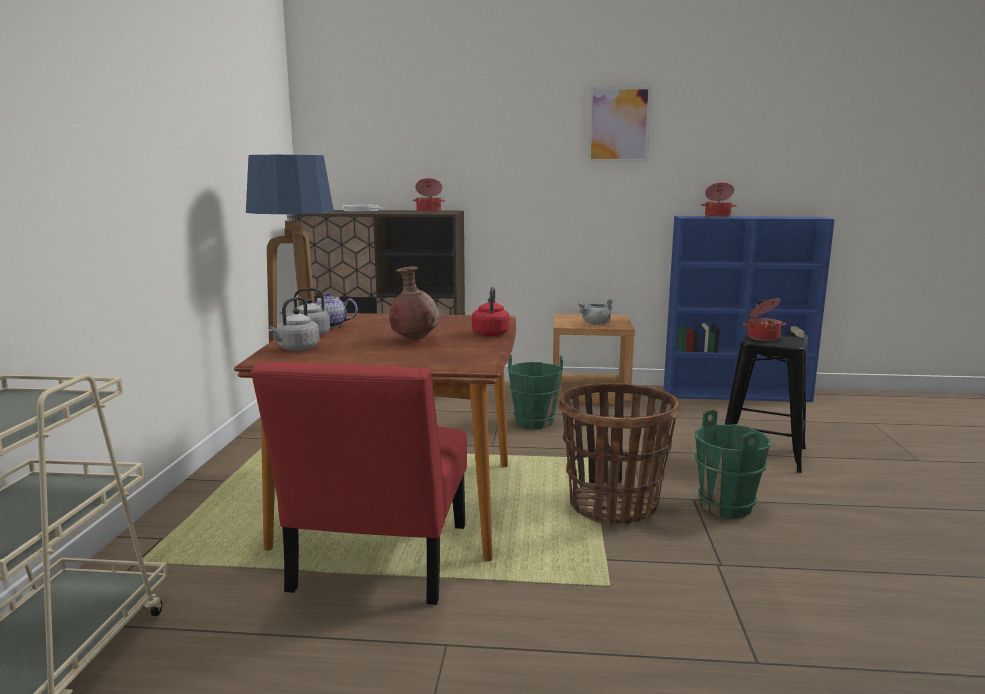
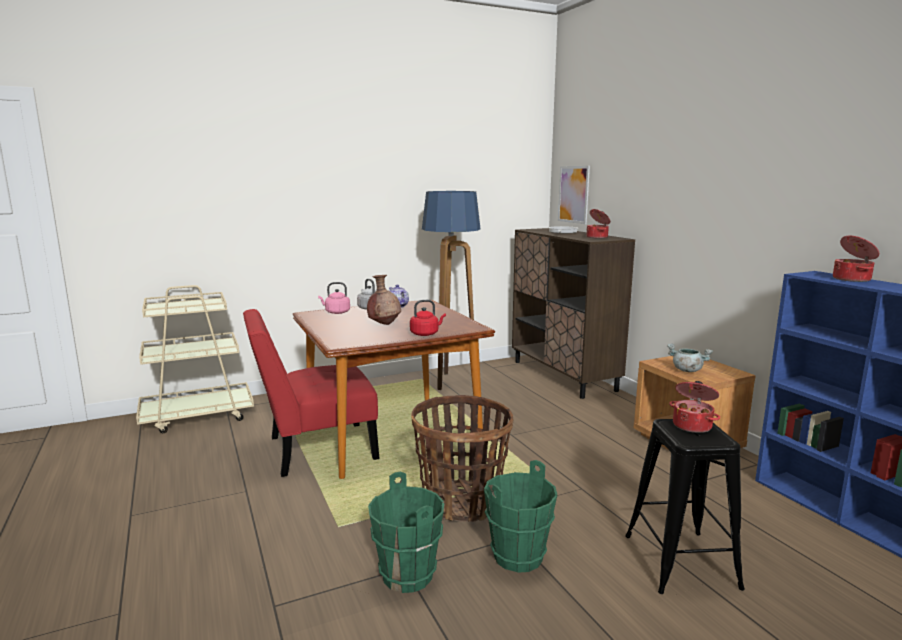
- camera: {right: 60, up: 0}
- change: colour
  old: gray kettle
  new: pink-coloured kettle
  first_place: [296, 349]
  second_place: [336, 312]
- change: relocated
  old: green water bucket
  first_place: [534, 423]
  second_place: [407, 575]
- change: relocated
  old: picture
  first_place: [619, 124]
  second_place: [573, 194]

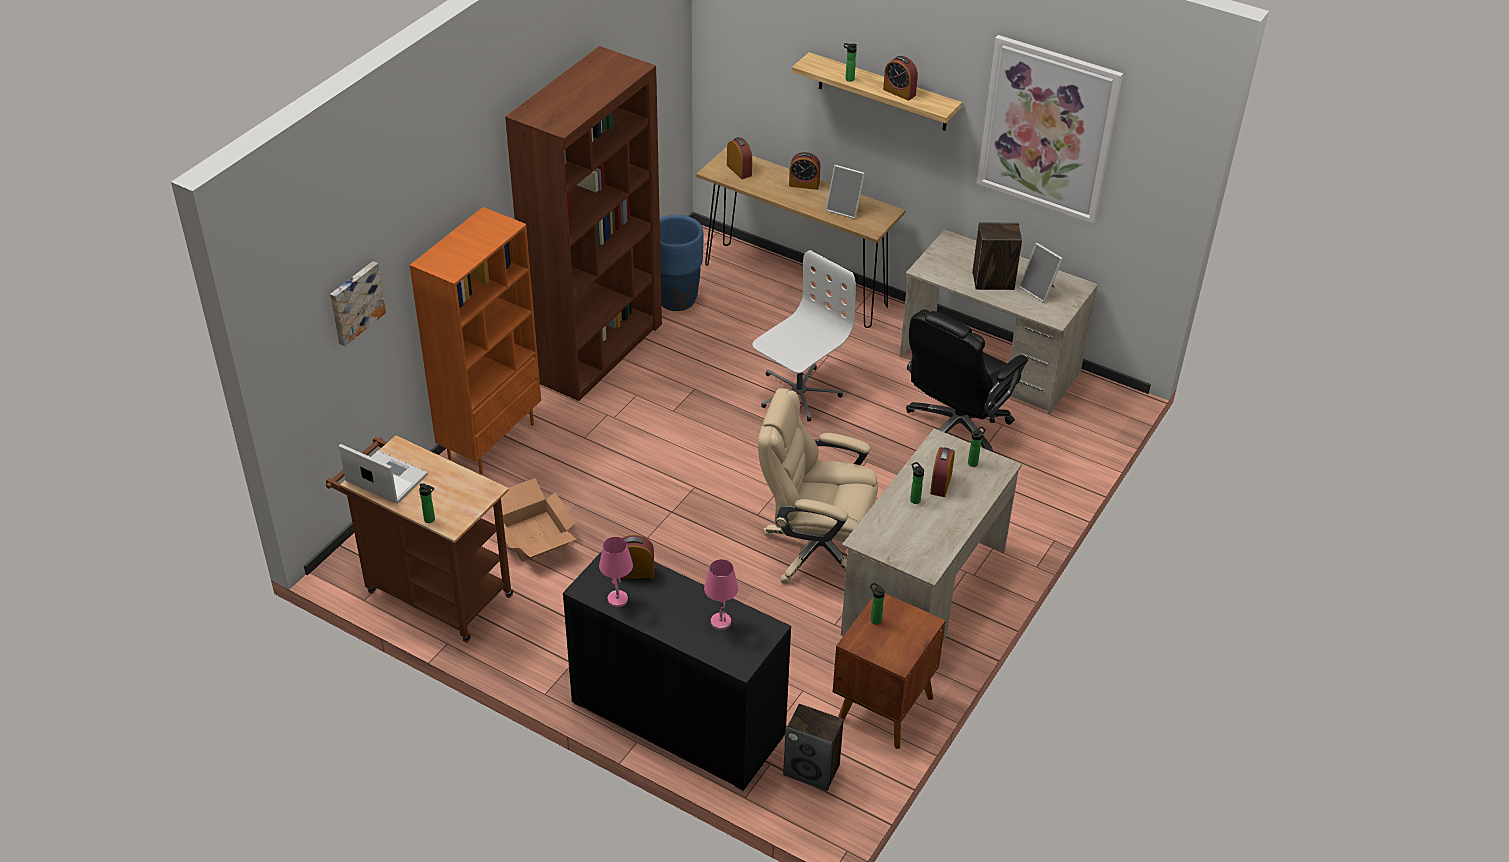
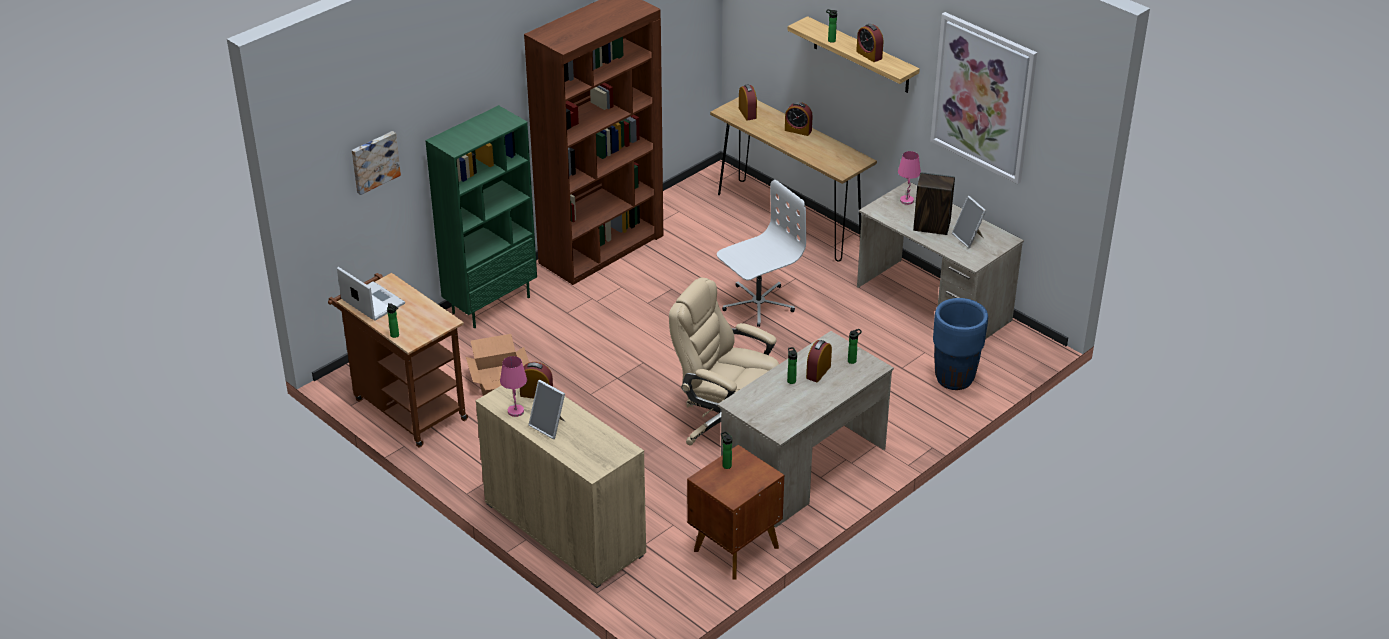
- camera: {right: 15, up: -5}
- change: colour
  old: orange bookshelf
  new: green bookshelf
  first_place: [490, 440]
  second_place: [491, 304]
- change: colour
  old: blackish cupboard
  new: beige cupboard
  first_place: [678, 719]
  second_place: [564, 529]
- change: relocated
  old: blue plant pot
  first_place: [676, 300]
  second_place: [954, 379]
- change: relocated
  old: pink-coloured lamp for a table
  first_place: [721, 622]
  second_place: [907, 201]
- change: missing
  old: speaker
  first_place: [812, 770]
- change: relocated
  old: photo frame
  first_place: [845, 209]
  second_place: [549, 426]
- change: missing
  old: blackish office chair
  first_place: [956, 429]

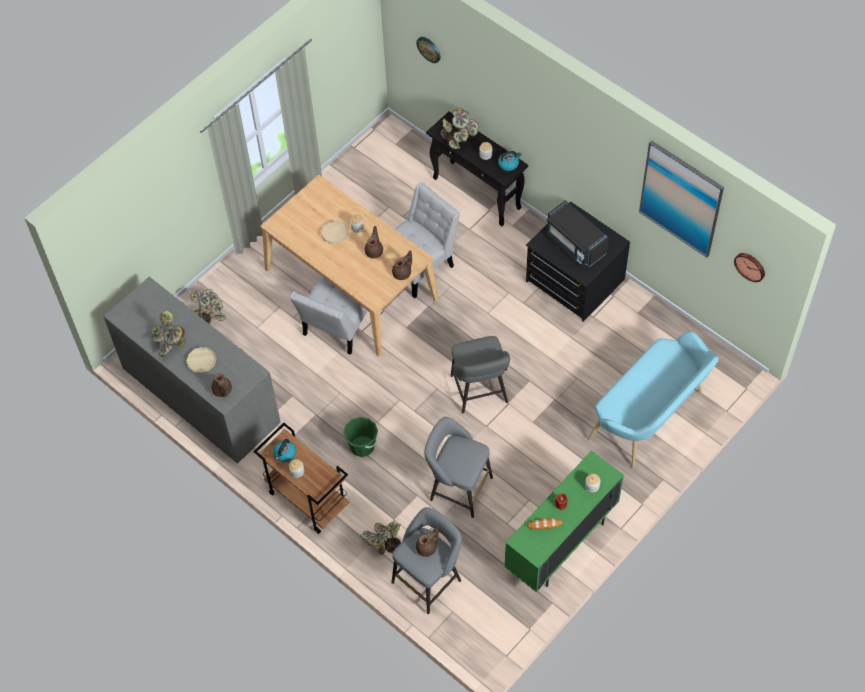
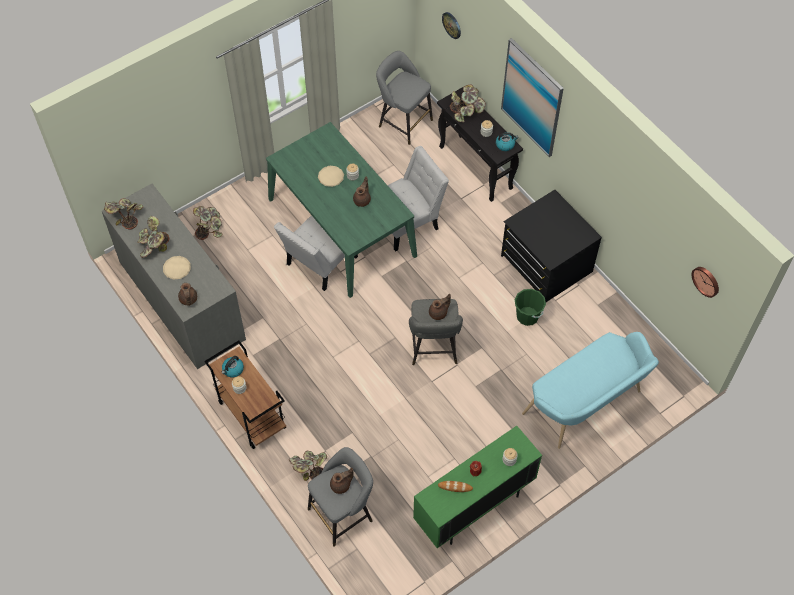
- camera: {right: 10, up: 0}
- change: colour
  old: beige kitchen table
  new: green kitchen table
  first_place: [351, 284]
  second_place: [341, 227]
- change: relocated
  old: green water bucket
  first_place: [362, 446]
  second_place: [527, 316]
- change: relocated
  old: brown-coloured tea pot
  first_place: [402, 273]
  second_place: [439, 313]
- change: relocated
  old: gray sitting stool
  first_place: [457, 487]
  second_place: [403, 122]
- change: missing
  old: blackish microwave
  first_place: [575, 244]
- change: relocated
  old: picture
  first_place: [680, 198]
  second_place: [532, 98]
- change: appeared
  new: plant in a pot
  second_place: [125, 216]

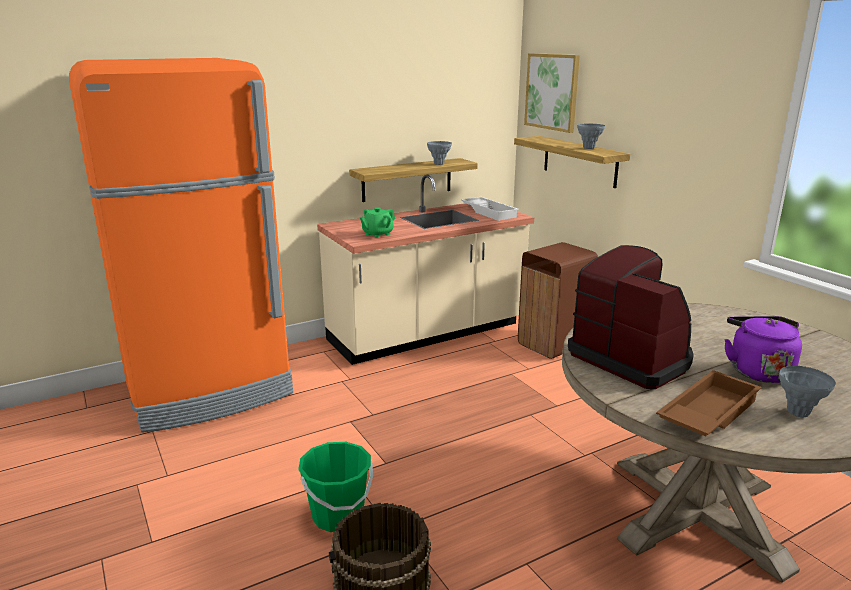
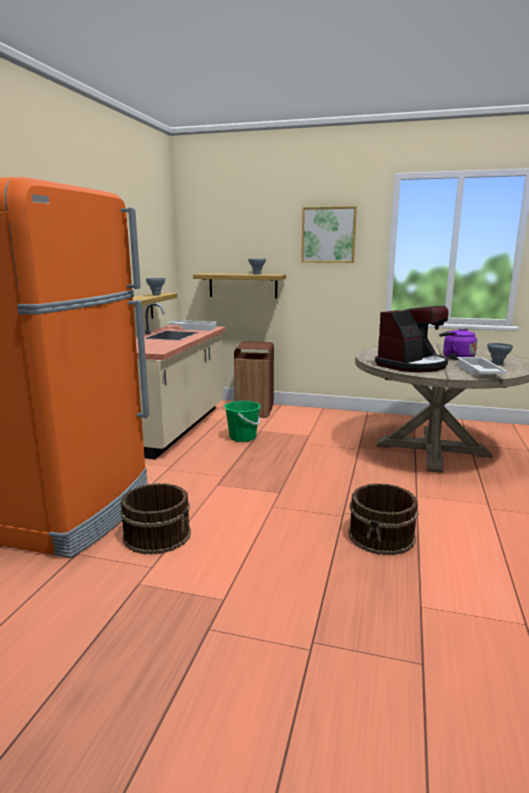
- camera: {right: -45, up: -5}
- change: relocated
  old: green water bucket
  first_place: [338, 516]
  second_place: [243, 437]
- change: missing
  old: green tea pot
  first_place: [377, 234]
- change: relocated
  old: picture
  first_place: [552, 92]
  second_place: [328, 235]
- change: spun
  old: coffee machine
  first_place: [631, 358]
  second_place: [412, 365]
  degrees: 135
- change: colour
  old: brown-coloured tray
  new: whitish tray
  first_place: [706, 412]
  second_place: [478, 372]
- change: appeared
  new: brown-coloured water bucket
  second_place: [157, 535]

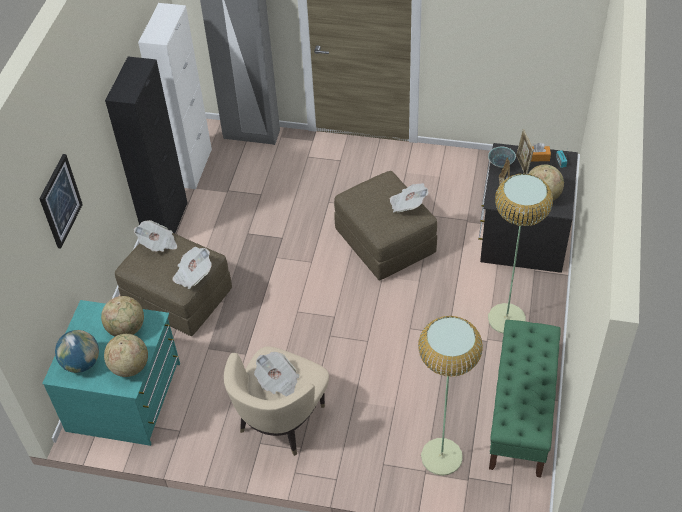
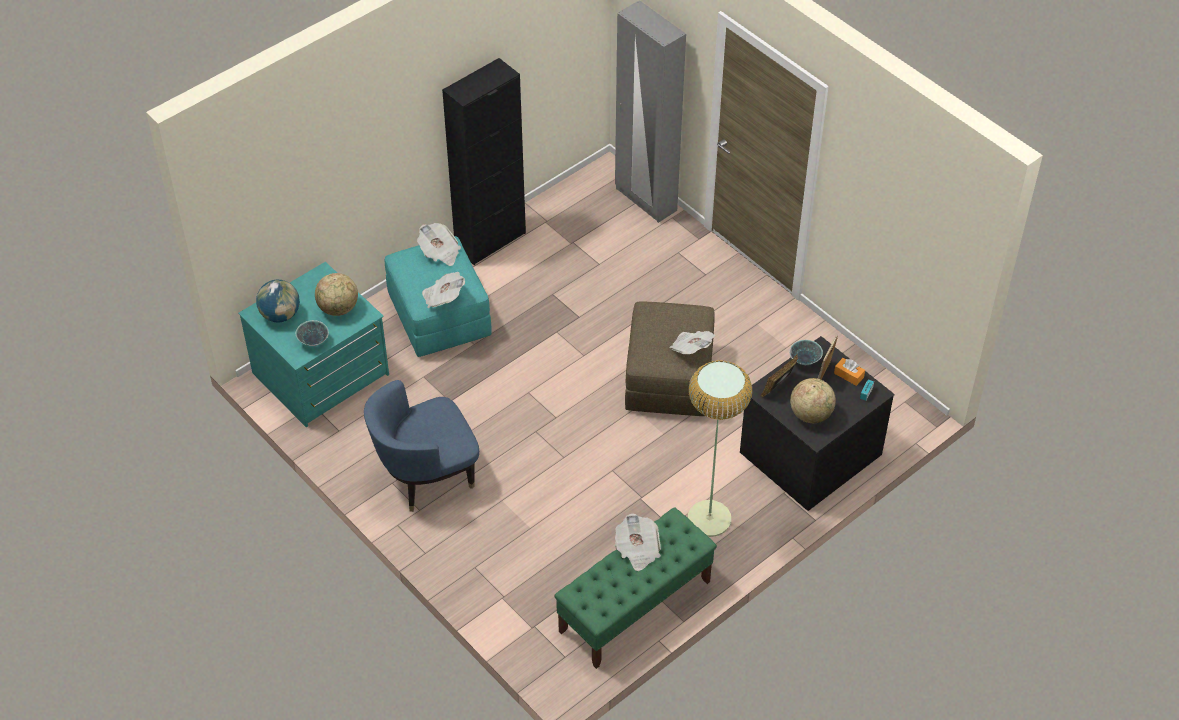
- camera: {right: 35, up: 0}
- change: missing
  old: picture
  first_place: [60, 201]
- change: exchanged
  old: globe
  new: serving bowl
  first_place: [130, 367]
  second_place: [313, 341]
- change: colour
  old: brown-coloured ottoman
  new: turquoise ottoman
  first_place: [178, 297]
  second_place: [439, 316]
- change: missing
  old: whitish cupboard
  first_place: [191, 167]
- change: colour
  old: beige lounge chair
  new: blue lounge chair
  first_place: [281, 420]
  second_place: [426, 476]
- change: relocated
  old: printed paper
  first_place: [278, 381]
  second_place: [637, 550]
- change: missing
  old: floor lamp
  first_place: [441, 457]

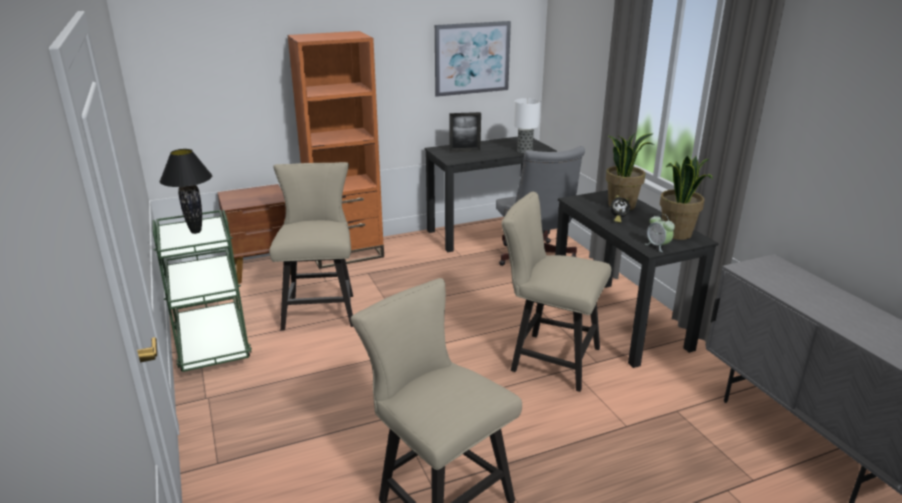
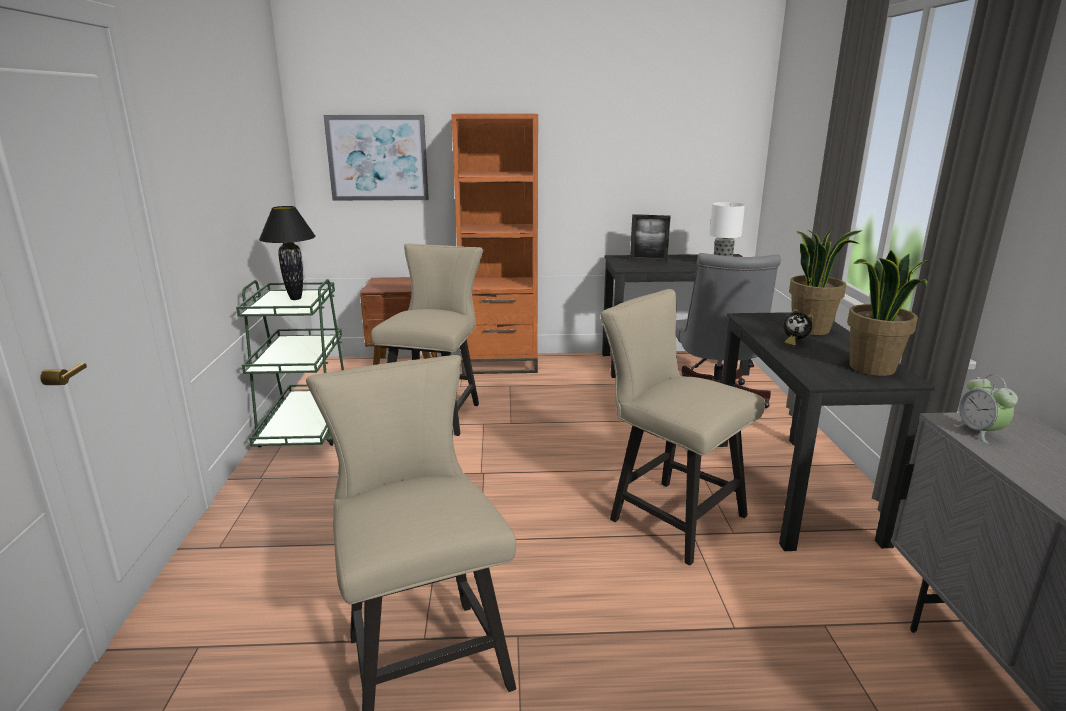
- camera: {right: 20, up: -5}
- change: relocated
  old: picture
  first_place: [472, 58]
  second_place: [377, 158]
- change: relocated
  old: bedside clock
  first_place: [658, 246]
  second_place: [979, 432]

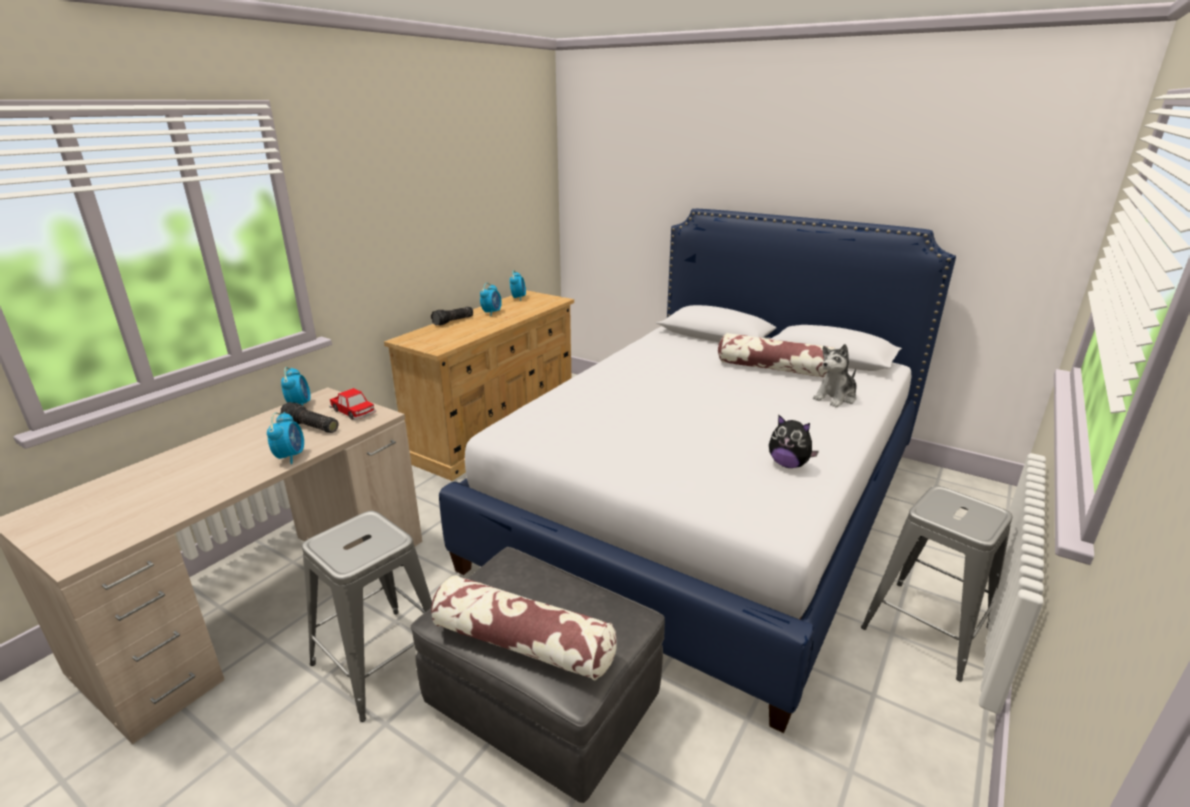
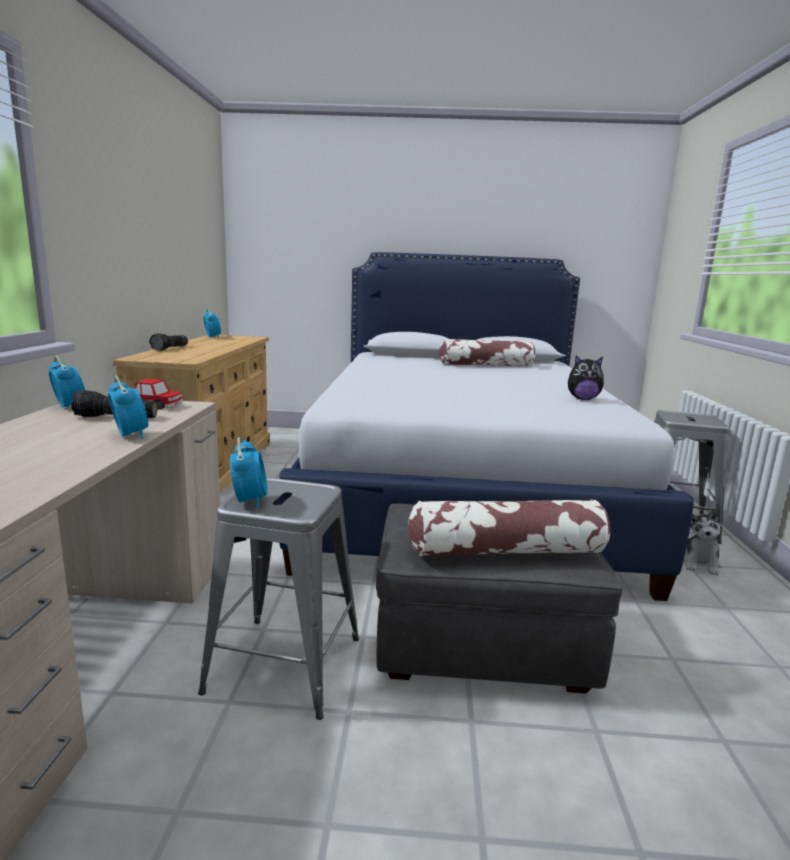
- camera: {right: -30, up: -10}
- change: relocated
  old: bedside clock
  first_place: [492, 313]
  second_place: [250, 501]
- change: relocated
  old: cuddly toy
  first_place: [835, 398]
  second_place: [699, 563]

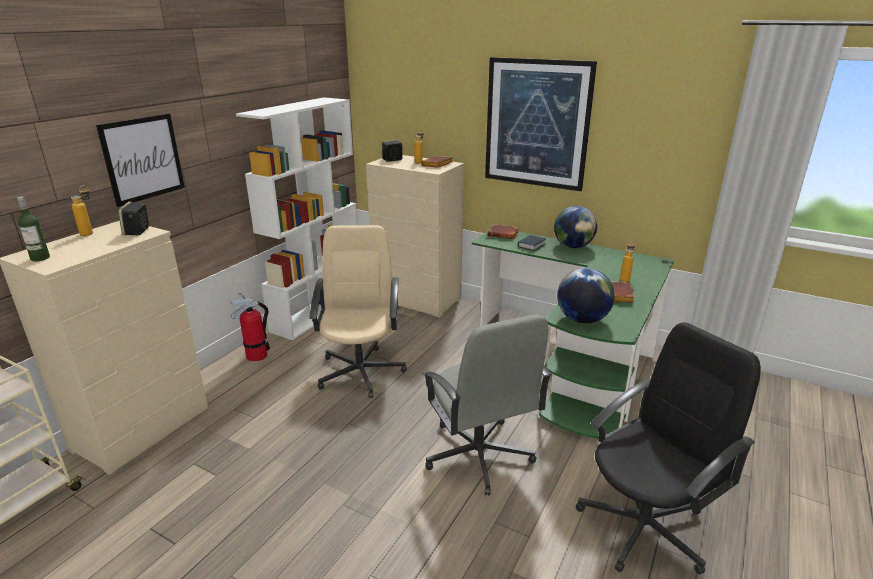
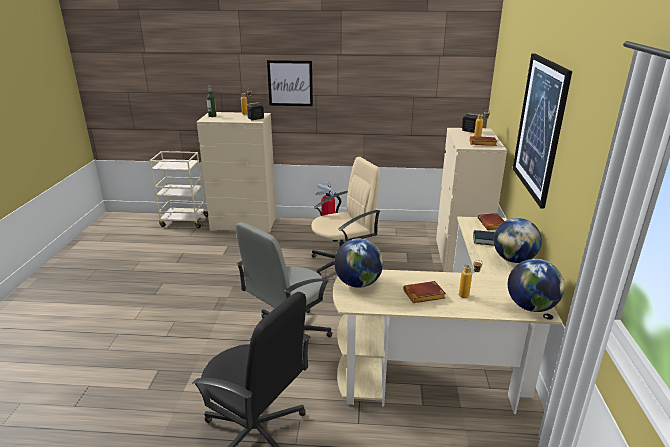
- camera: {right: 65, up: 0}
- change: missing
  old: whitish bookshelf
  first_place: [318, 312]
- change: colour
  old: green desk
  new: beige desk
  first_place: [574, 362]
  second_place: [450, 358]
- change: appeared
  new: globe
  second_place: [530, 307]

